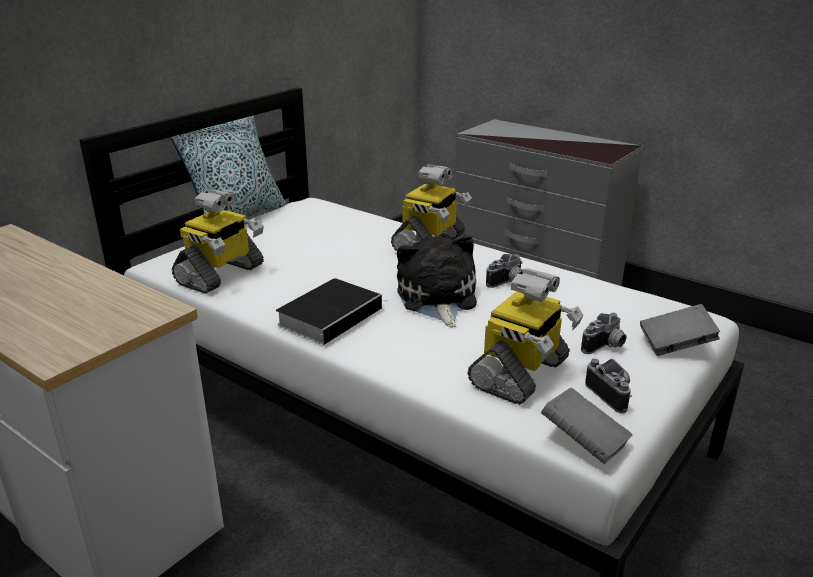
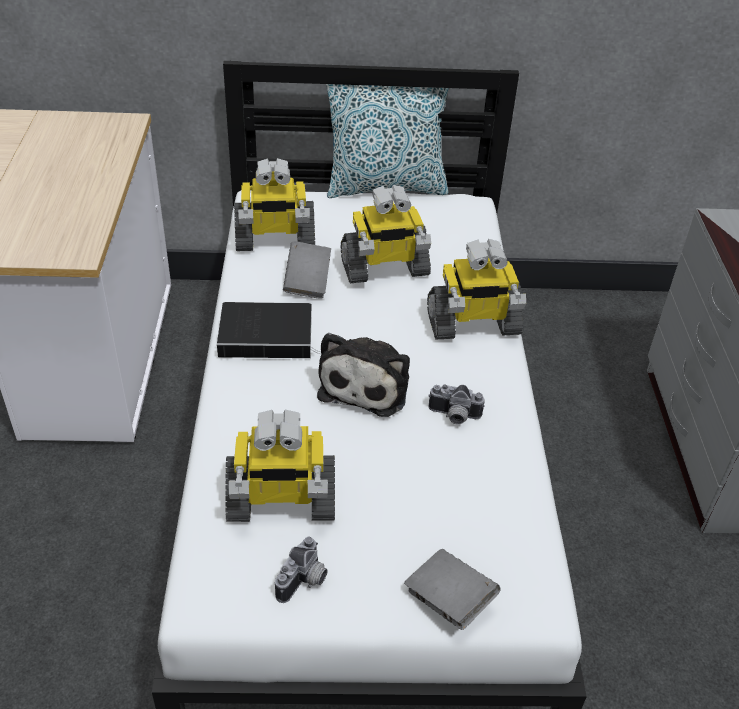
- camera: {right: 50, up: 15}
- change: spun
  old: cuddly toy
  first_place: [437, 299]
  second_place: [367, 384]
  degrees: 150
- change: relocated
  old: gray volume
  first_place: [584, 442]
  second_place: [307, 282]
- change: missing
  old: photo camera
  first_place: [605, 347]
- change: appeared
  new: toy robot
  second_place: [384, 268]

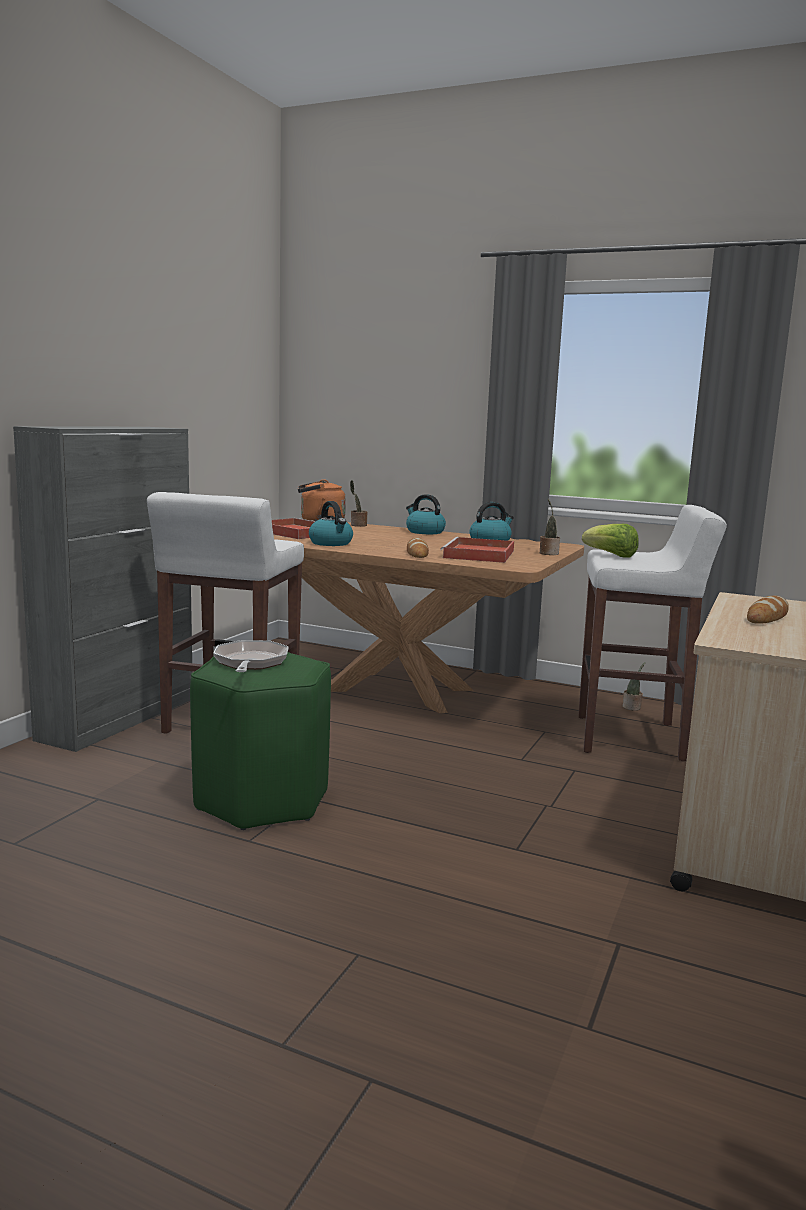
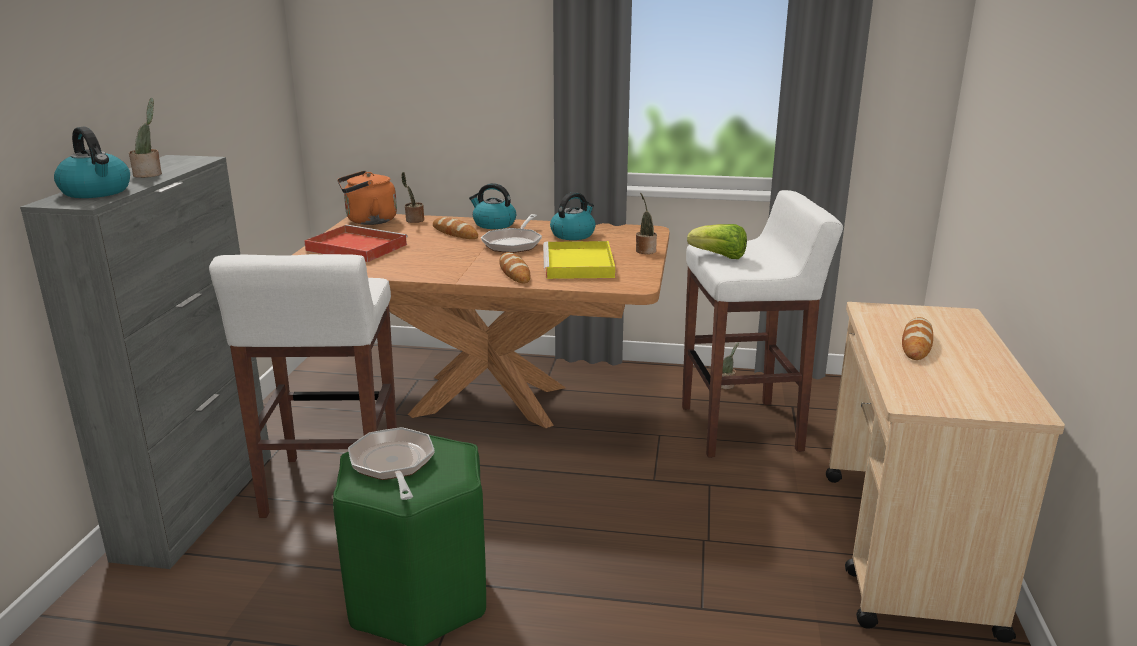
- camera: {right: -15, up: 10}
- change: relocated
  old: kettle
  first_place: [331, 543]
  second_place: [97, 192]
- change: colour
  old: red tray
  new: yellowish tray
  first_place: [479, 554]
  second_place: [579, 265]
- change: appeared
  new: plant in a pot
  second_place: [150, 174]
- change: appeared
  new: bread
  second_place: [455, 233]
- change: appeared
  new: pan
  second_place: [514, 243]

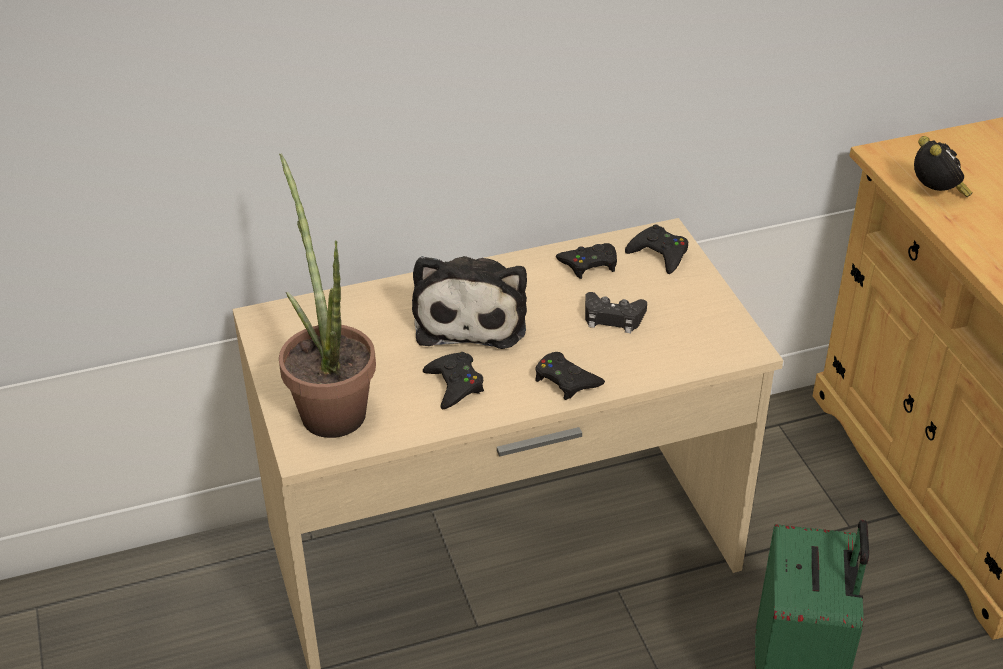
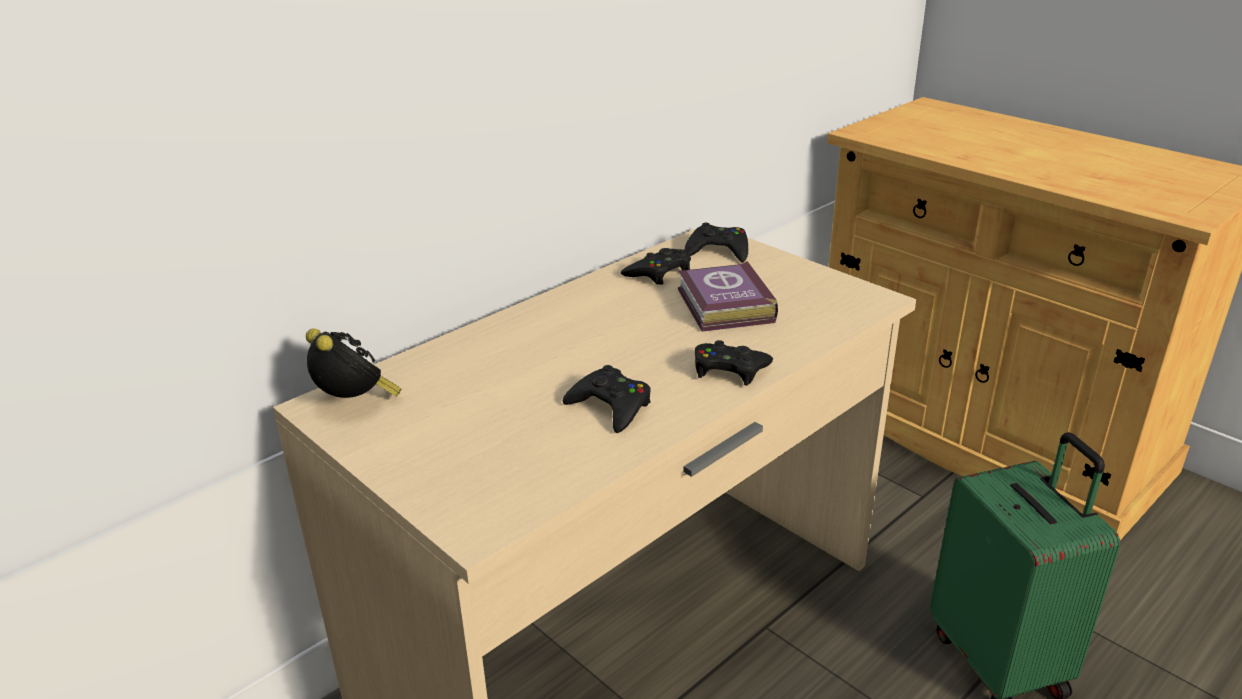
- camera: {right: -25, up: -10}
- change: missing
  old: plant in a pot
  first_place: [330, 405]
- change: missing
  old: cuddly toy
  first_place: [471, 316]
- change: exchanged
  old: blackish game controller
  new: volume
  first_place: [613, 318]
  second_place: [724, 307]
- change: relocated
  old: bedside clock
  first_place: [936, 194]
  second_place: [355, 403]

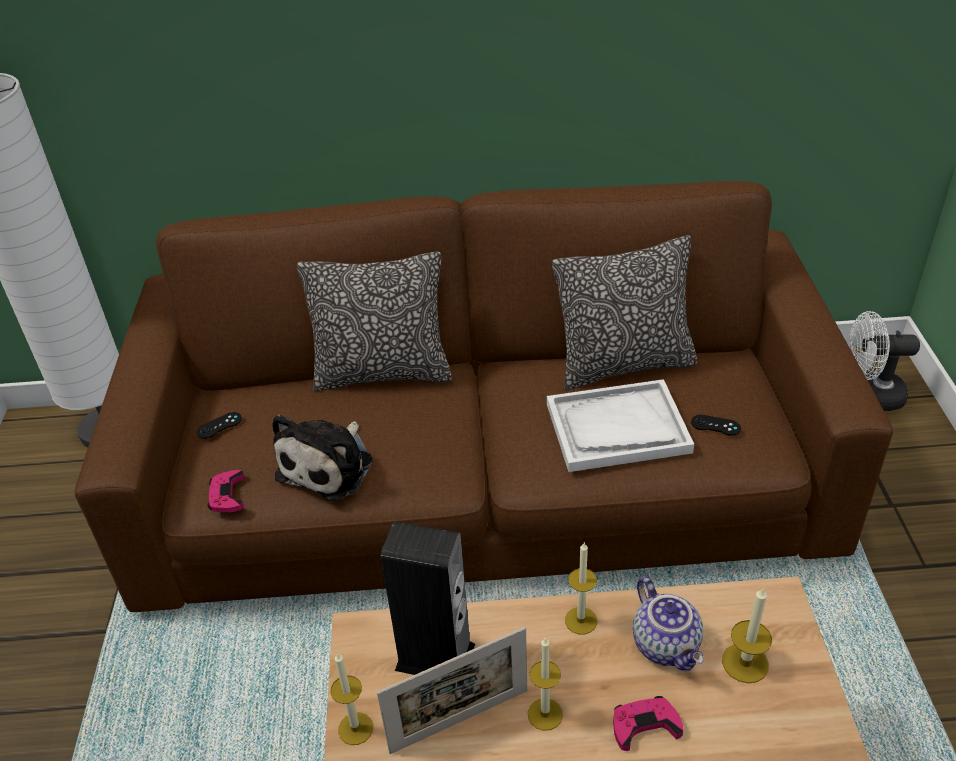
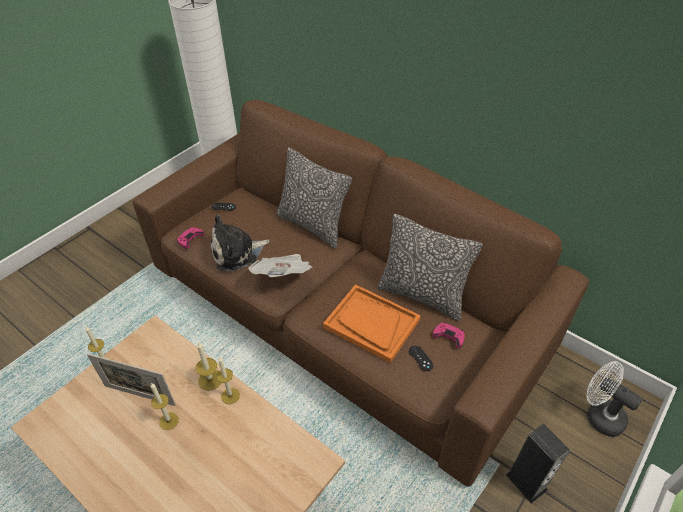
- camera: {right: 40, up: 5}
- change: relocated
  old: speaker
  first_place: [435, 657]
  second_place: [526, 482]
- change: colour
  old: whitish tray
  new: orange tray
  first_place: [617, 428]
  second_place: [371, 324]
- change: relocated
  old: pink-coloured game controller
  first_place: [645, 725]
  second_place: [449, 336]
- change: missing
  old: tea pot
  first_place: [667, 645]
- change: relocated
  old: wax candle
  first_place: [745, 663]
  second_place: [210, 379]
- change: appeared
  new: printed paper
  second_place: [283, 276]

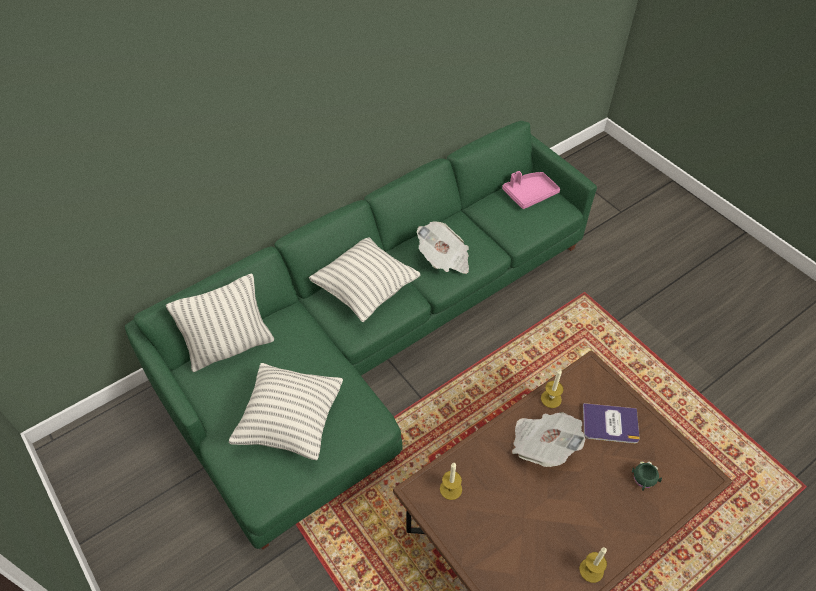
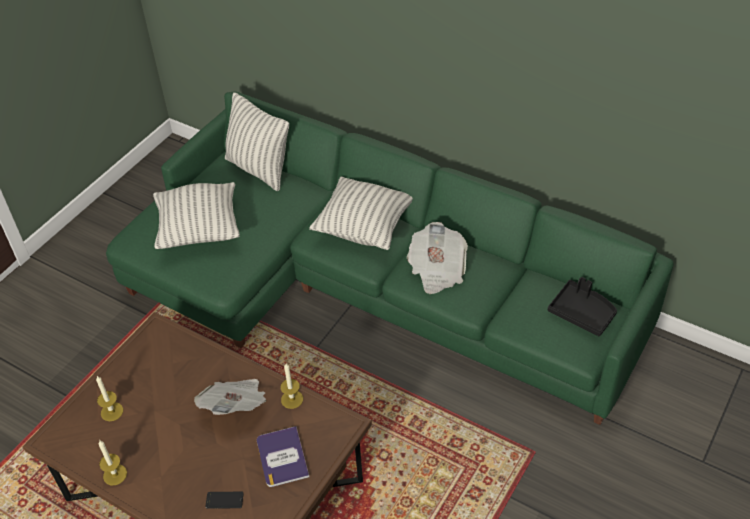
- camera: {right: 70, up: -5}
- change: relocated
  old: wax candle
  first_place: [450, 489]
  second_place: [112, 411]
- change: colour
  old: pink-coloured tray
  new: blackish tray
  first_place: [529, 194]
  second_place: [582, 313]
- change: exchanged
  old: green mug
  new: handset
  first_place: [643, 480]
  second_place: [224, 500]

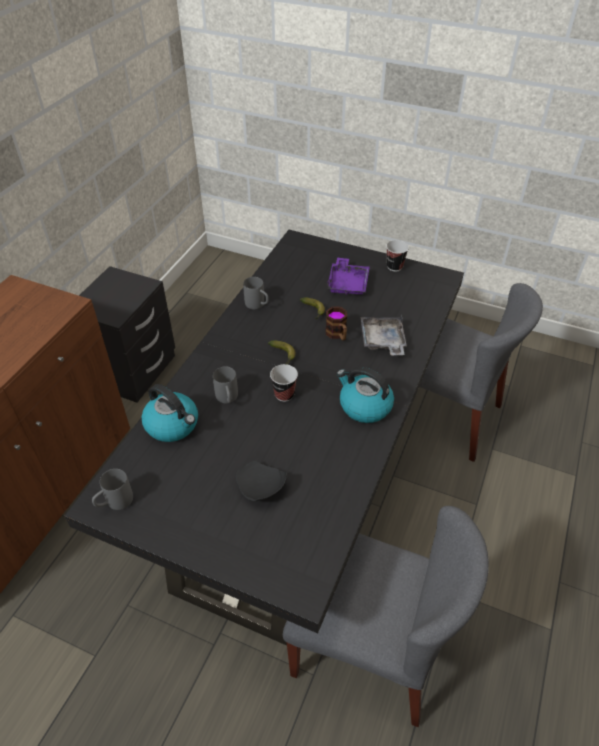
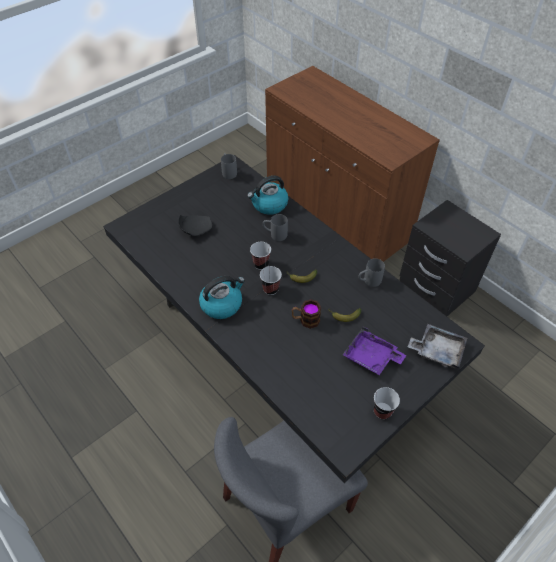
- camera: {right: 115, up: 5}
- change: missing
  old: gray plain chair
  first_place: [369, 647]
- change: relocated
  old: gray tray
  first_place: [382, 341]
  second_place: [437, 350]
- change: appeared
  new: cup
  second_place: [270, 289]

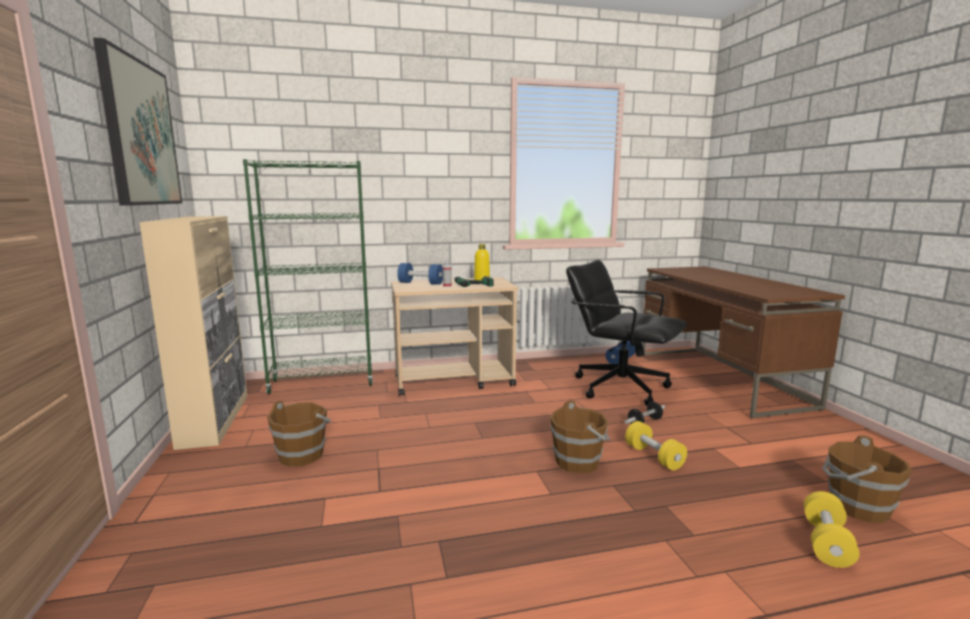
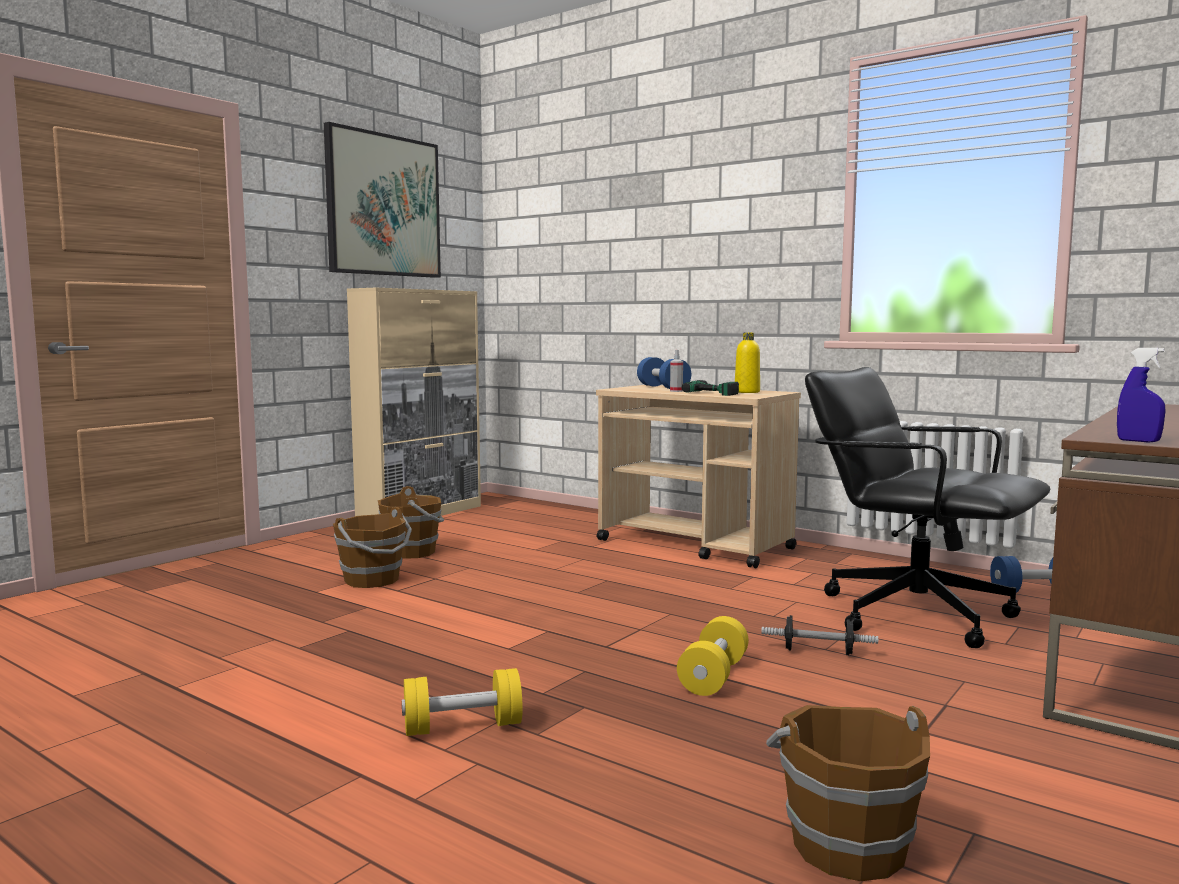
- camera: {right: 50, up: -5}
- change: missing
  old: green bookshelf
  first_place: [322, 383]
- change: relocated
  old: brown-coloured water bucket
  first_place: [578, 462]
  second_place: [373, 580]
- change: spun
  old: blackish office chair
  first_place: [620, 387]
  second_place: [914, 613]
  degrees: -45
- change: relocated
  old: yellowish hand weight
  first_place: [826, 542]
  second_place: [462, 727]
- change: appeared
  new: blue hand sprayer
  second_place: [1138, 441]

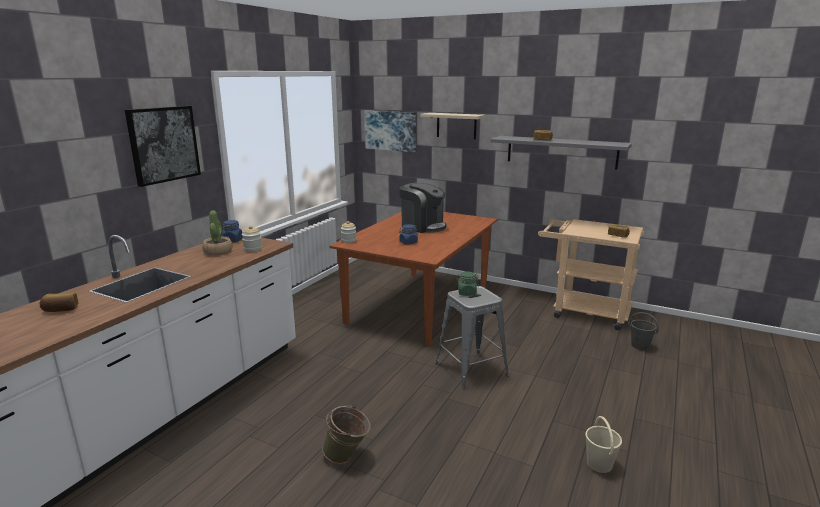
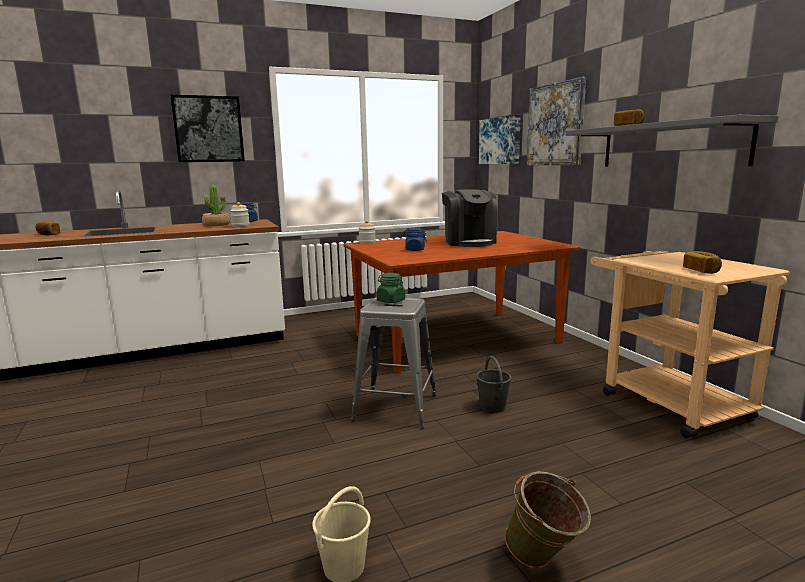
- camera: {right: 40, up: -5}
- change: relocated
  old: green water bucket
  first_place: [347, 457]
  second_place: [544, 562]
- change: exchanged
  old: beige bracket shelf
  new: picture
  first_place: [456, 125]
  second_place: [555, 124]
- change: relocated
  old: gray water bucket
  first_place: [640, 345]
  second_place: [492, 407]

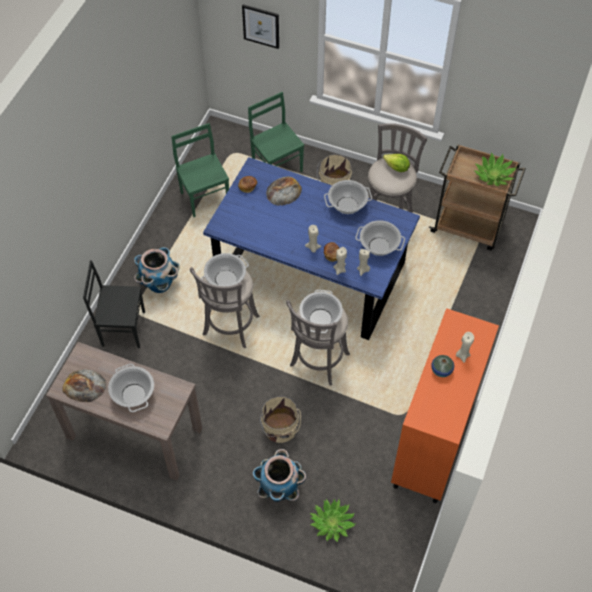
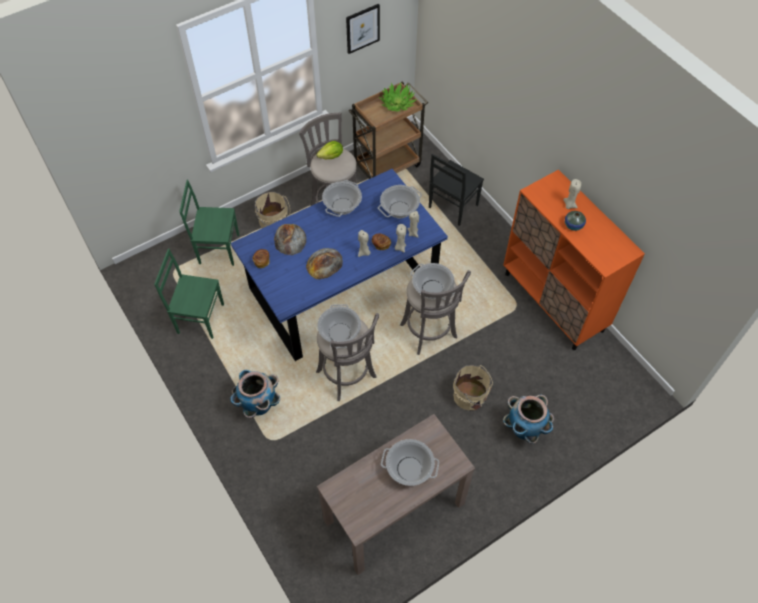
- camera: {right: -55, up: 0}
- change: relocated
  old: bread
  first_place: [84, 386]
  second_place: [324, 263]
- change: relocated
  old: blackish plain chair
  first_place: [122, 328]
  second_place: [452, 206]
- change: relocated
  old: picture
  first_place: [261, 26]
  second_place: [362, 28]
- change: missing
  old: plant in a pot
  first_place: [332, 523]

